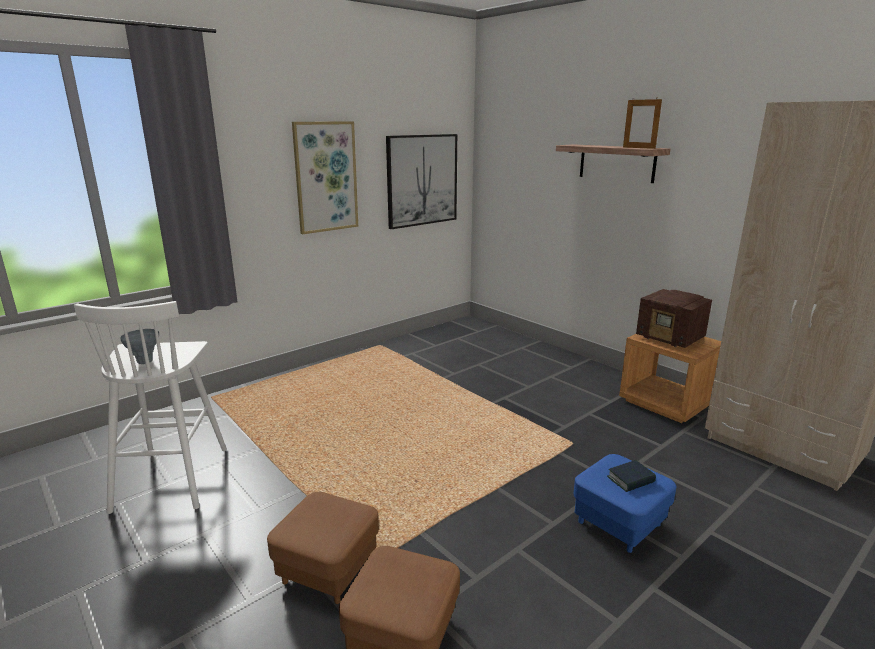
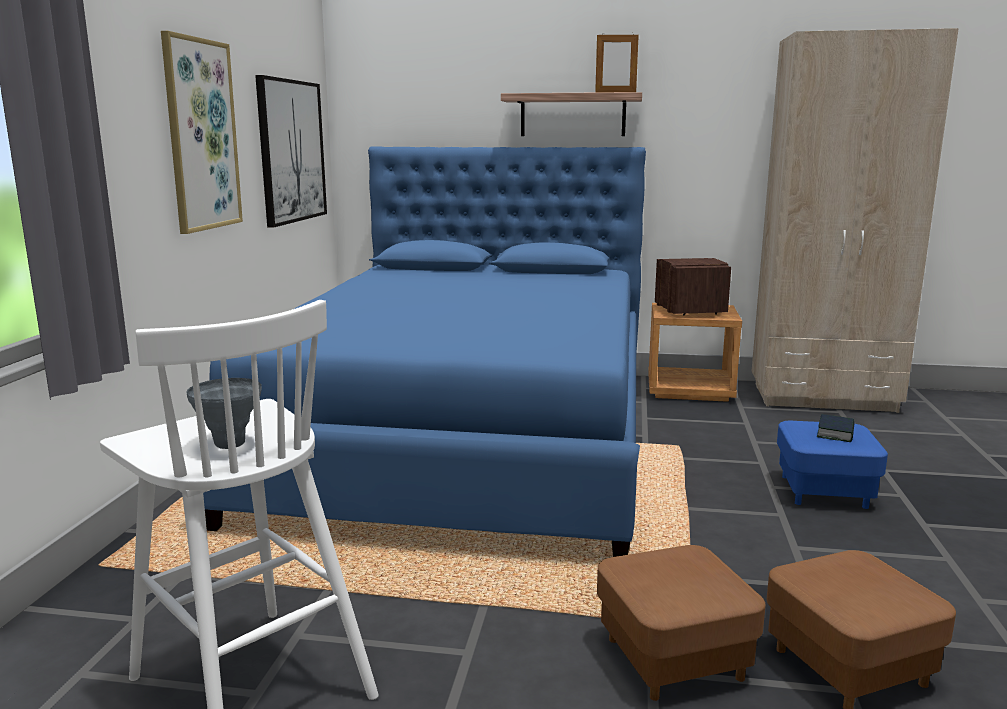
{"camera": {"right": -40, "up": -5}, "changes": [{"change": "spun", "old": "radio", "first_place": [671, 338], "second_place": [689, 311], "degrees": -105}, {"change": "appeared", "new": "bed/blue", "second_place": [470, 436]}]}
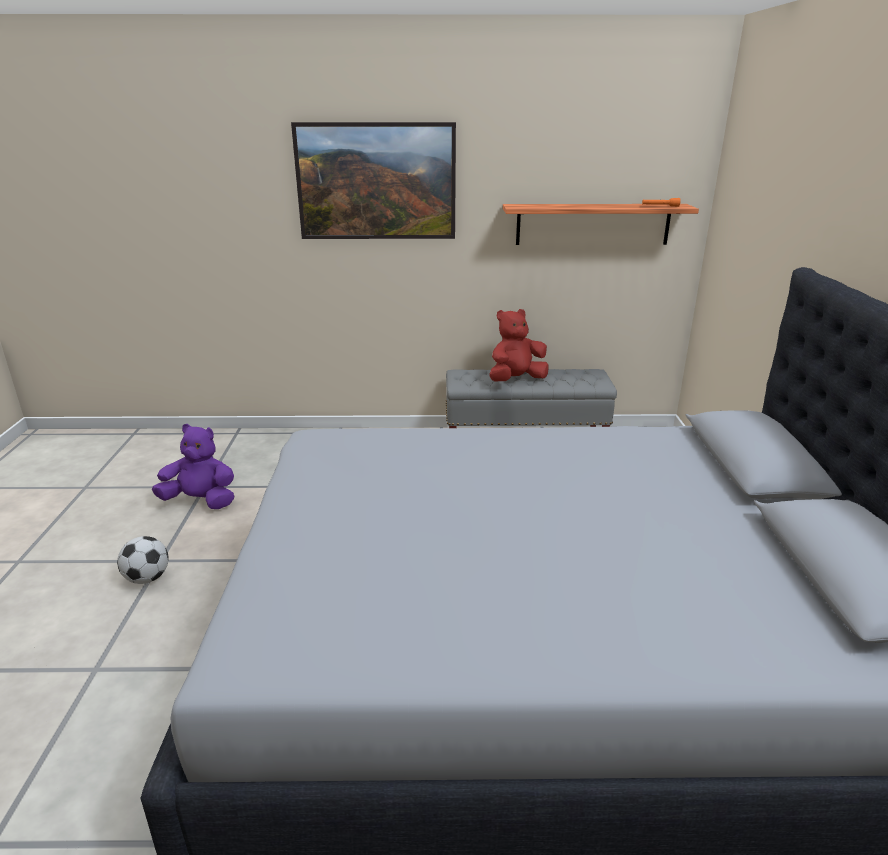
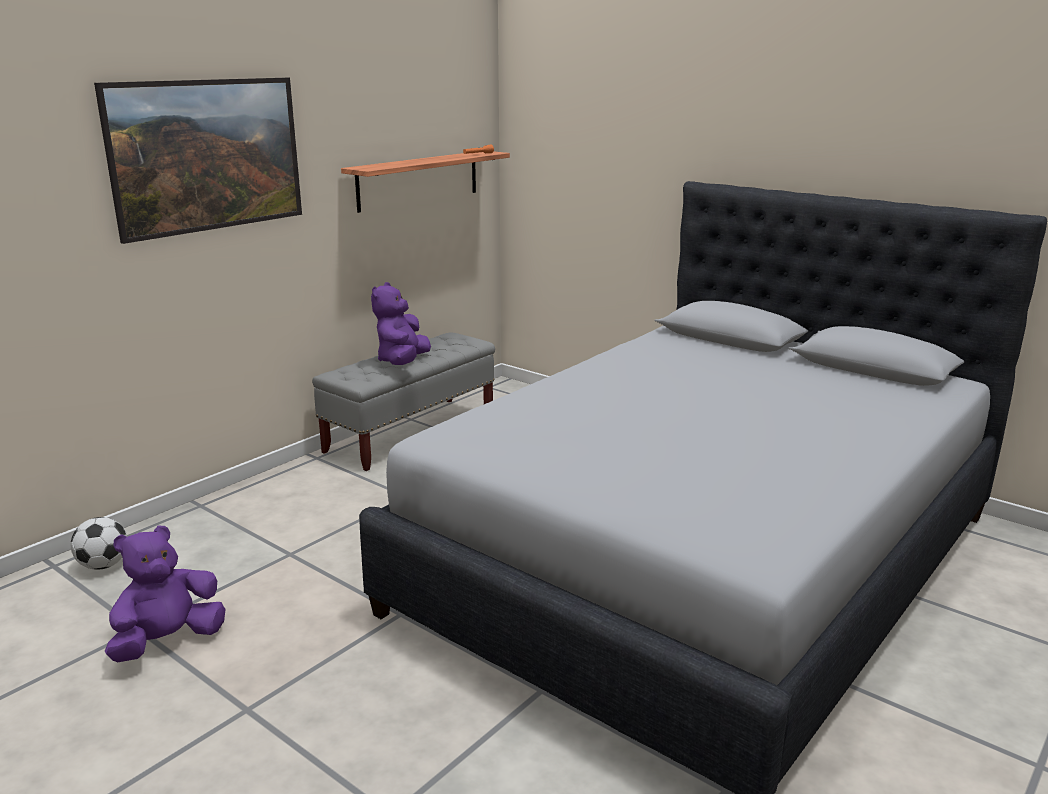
{"camera": {"right": -50, "up": -5}, "changes": [{"change": "relocated", "old": "football", "first_place": [147, 578], "second_place": [103, 565]}, {"change": "colour", "old": "plush toy/red", "new": "plush toy/purple", "first_place": [516, 380], "second_place": [402, 362]}]}
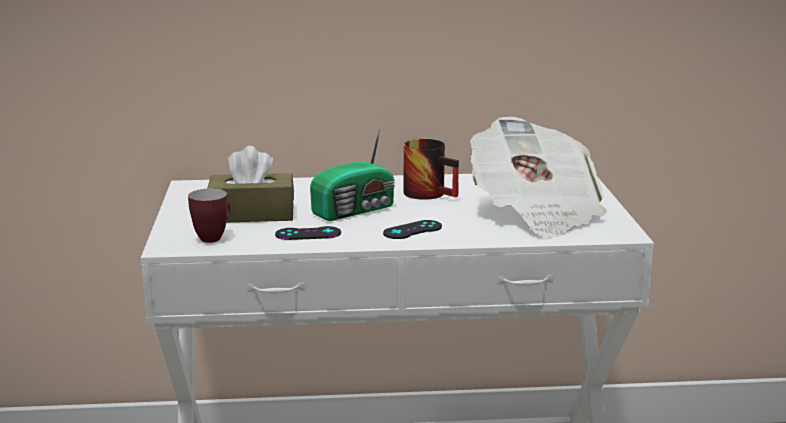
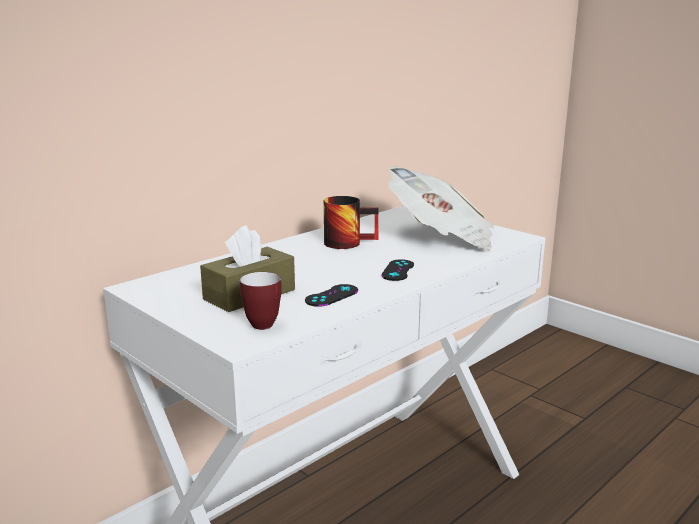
{"camera": {"right": -40, "up": 0}, "changes": [{"change": "missing", "old": "radio", "first_place": [356, 210]}]}
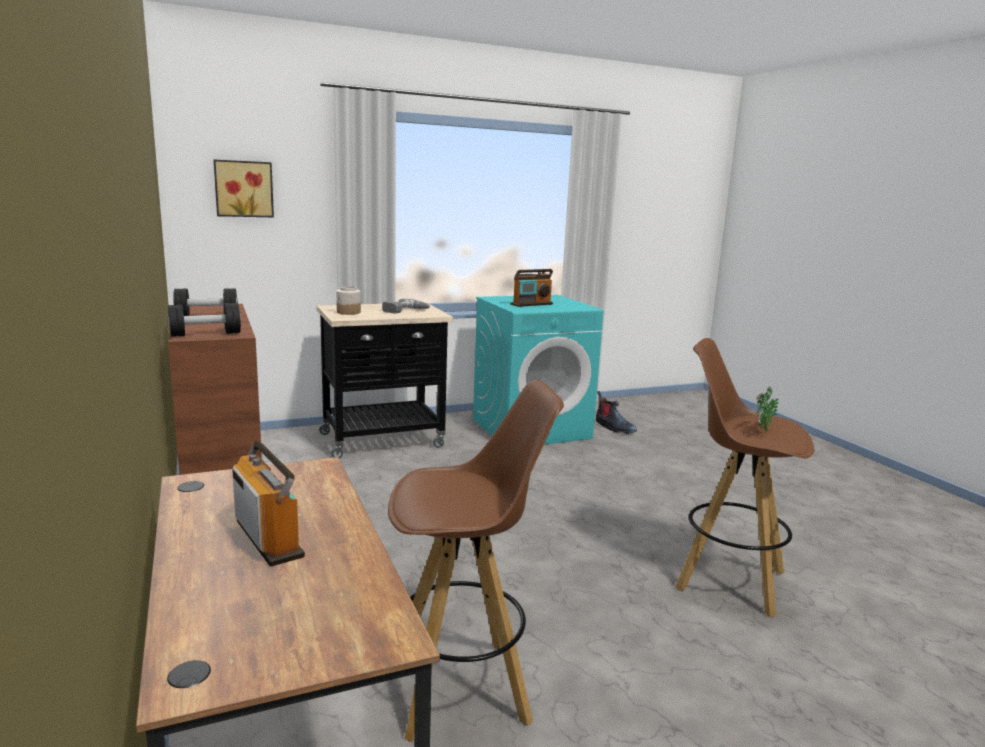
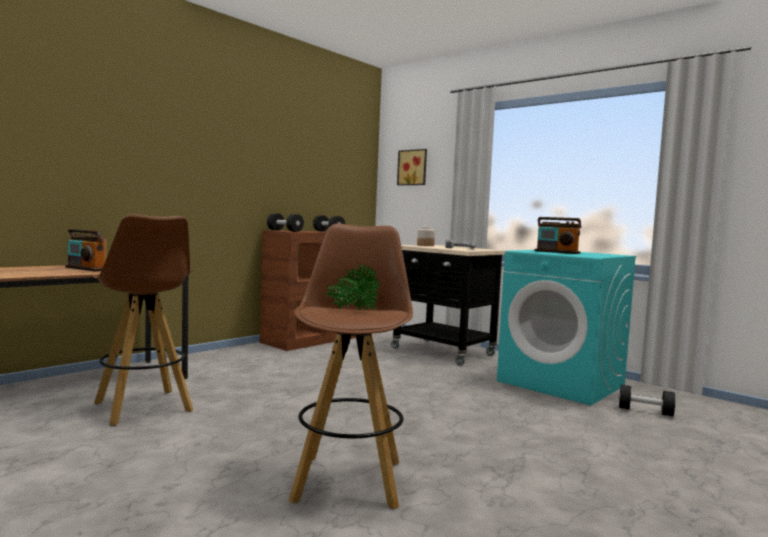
{"camera": {"right": 65, "up": -10}, "changes": [{"change": "spun", "old": "radio", "first_place": [269, 538], "second_place": [86, 269], "degrees": 90}, {"change": "exchanged", "old": "boot", "new": "dumbbell/black", "first_place": [614, 428], "second_place": [645, 411]}]}
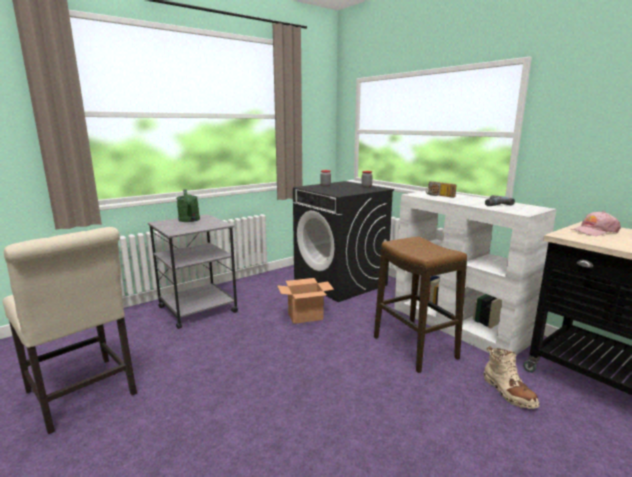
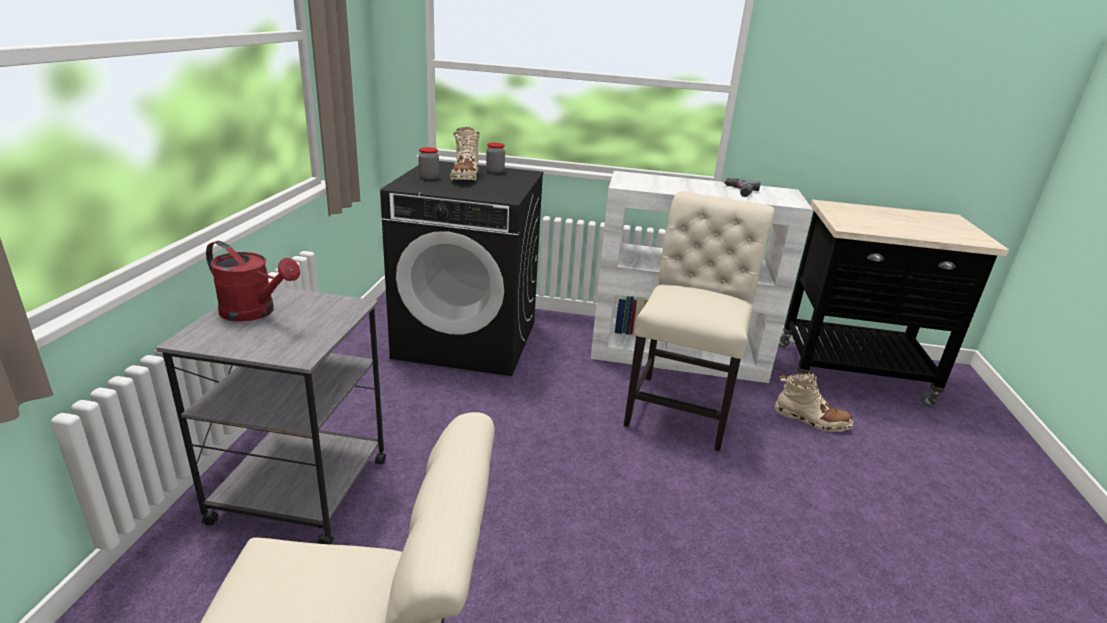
{"camera": {"right": -45, "up": 10}, "changes": [{"change": "colour", "old": "watering can/green", "new": "watering can/red", "first_place": [189, 220], "second_place": [255, 312]}, {"change": "missing", "old": "cardboard box", "first_place": [305, 316]}, {"change": "exchanged", "old": "stool", "new": "chair/beige", "first_place": [415, 348], "second_place": [682, 407]}, {"change": "missing", "old": "radio", "first_place": [438, 195]}, {"change": "missing", "old": "cap/pink", "first_place": [594, 231]}, {"change": "appeared", "new": "boot/beige", "second_place": [465, 176]}]}
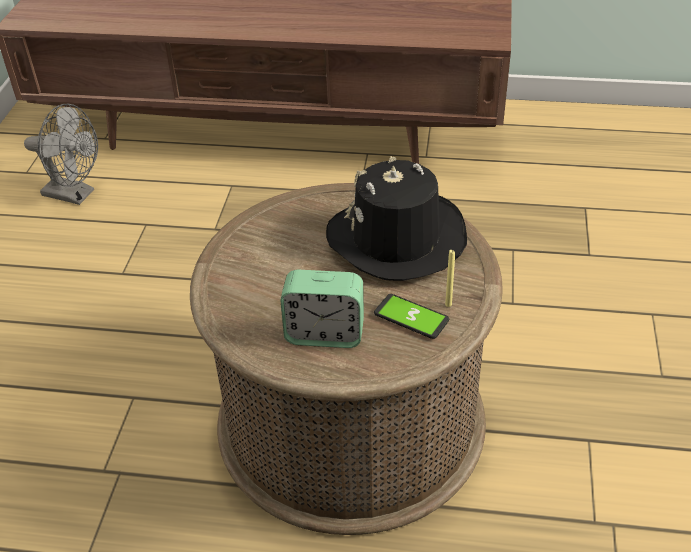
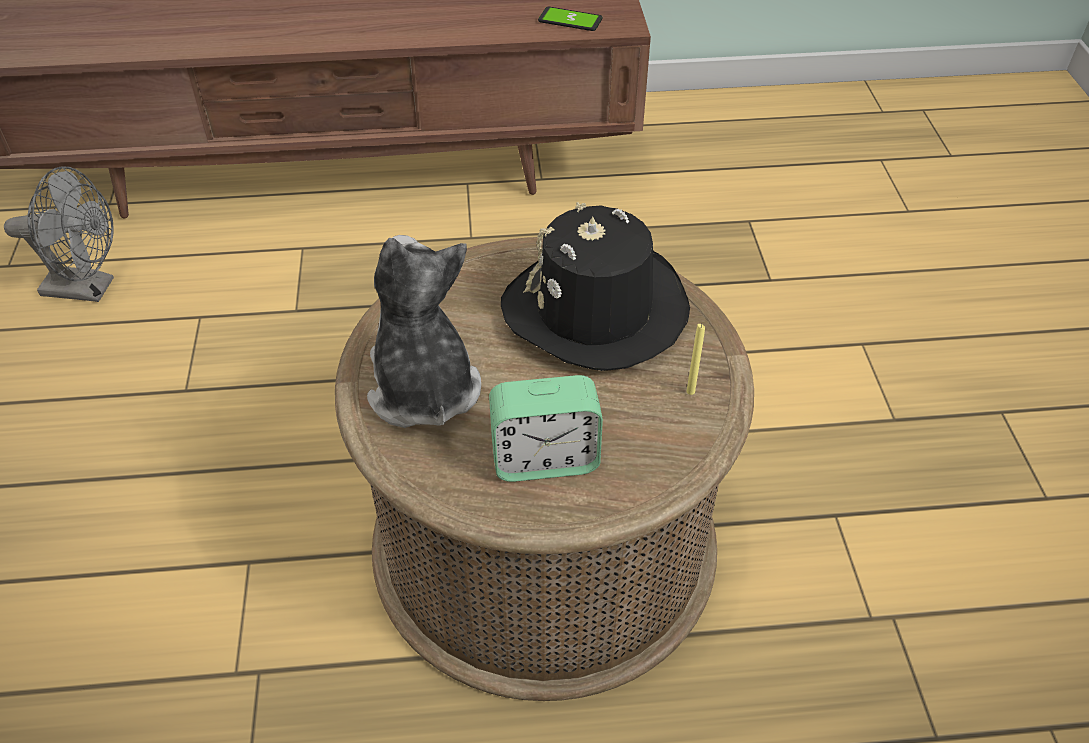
{"camera": {"right": -15, "up": 5}, "changes": [{"change": "relocated", "old": "phone", "first_place": [411, 317], "second_place": [570, 20]}, {"change": "appeared", "new": "plush toy", "second_place": [423, 387]}]}
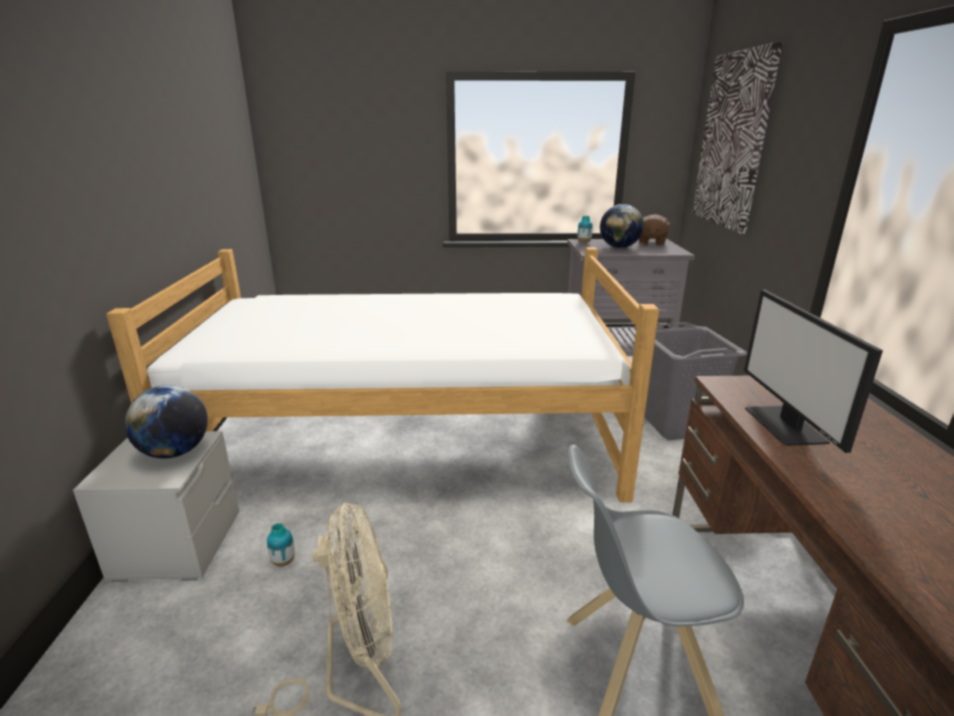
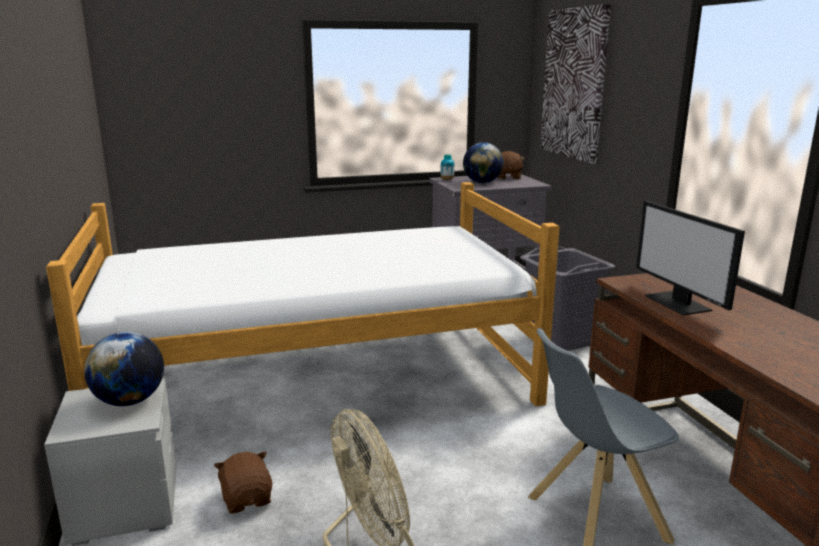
{"camera": {"right": -15, "up": -5}, "changes": [{"change": "exchanged", "old": "vase", "new": "plush toy/brown", "first_place": [283, 562], "second_place": [247, 499]}]}
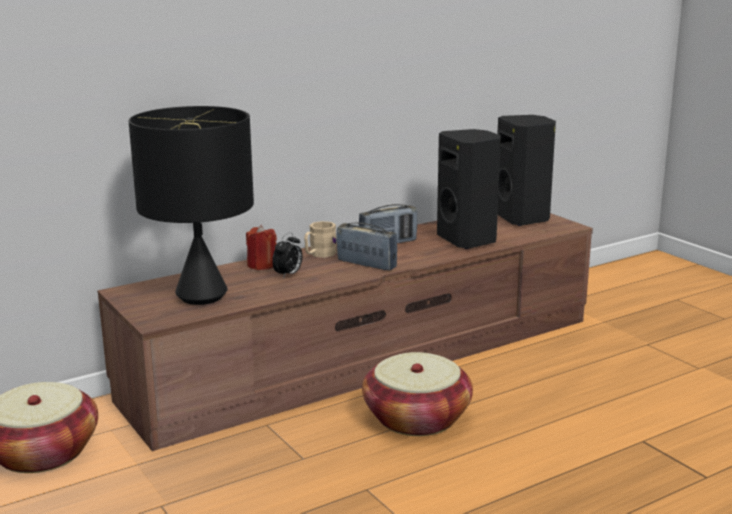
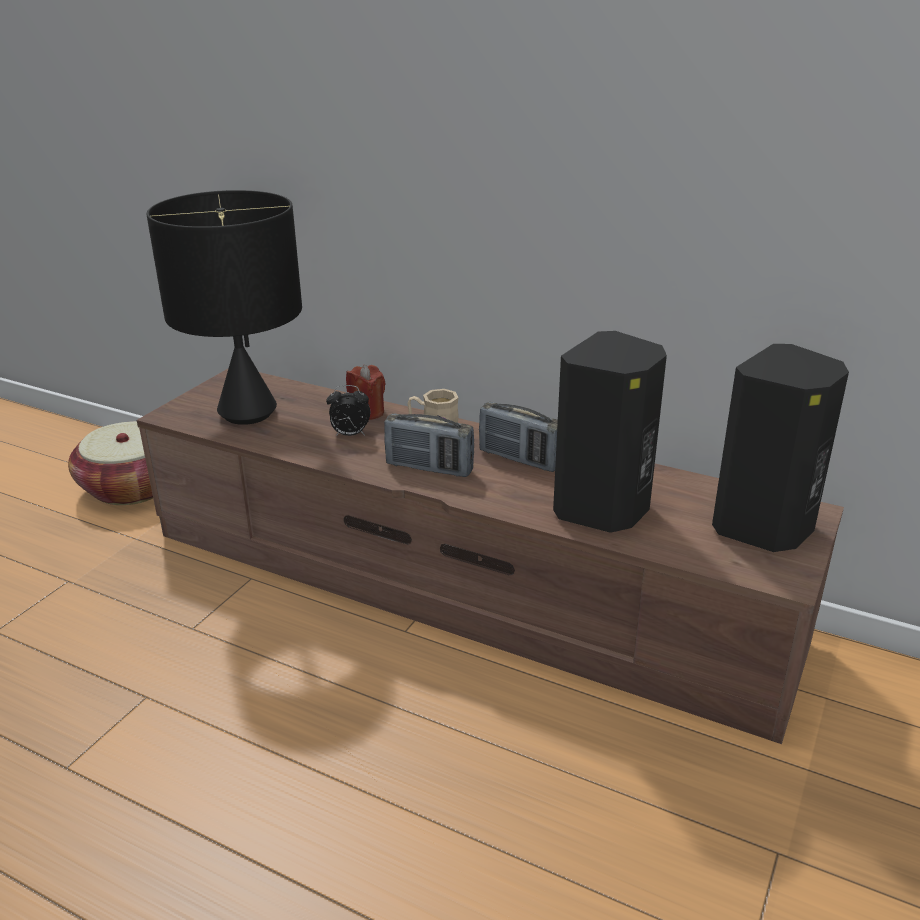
{"camera": {"right": 60, "up": 10}, "changes": [{"change": "spun", "old": "radio", "first_place": [366, 264], "second_place": [429, 468], "degrees": 105}, {"change": "missing", "old": "basket", "first_place": [417, 418]}]}
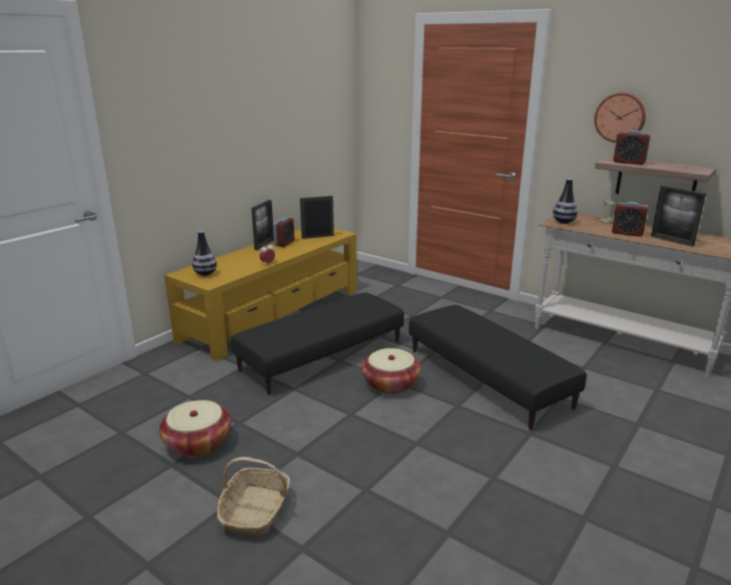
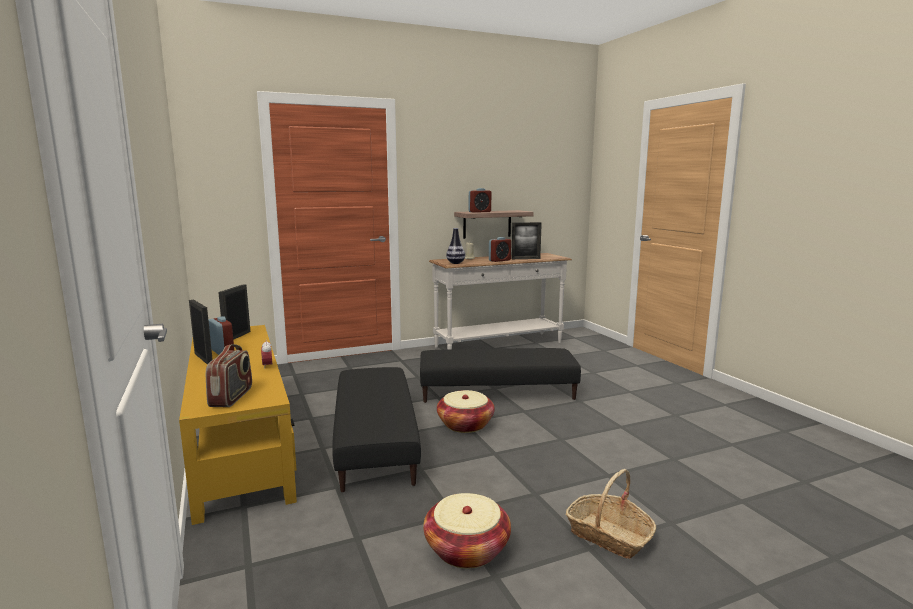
{"camera": {"right": -60, "up": -10}, "changes": [{"change": "exchanged", "old": "vase", "new": "radio", "first_place": [205, 274], "second_place": [232, 397]}, {"change": "missing", "old": "wall clock", "first_place": [620, 117]}]}
